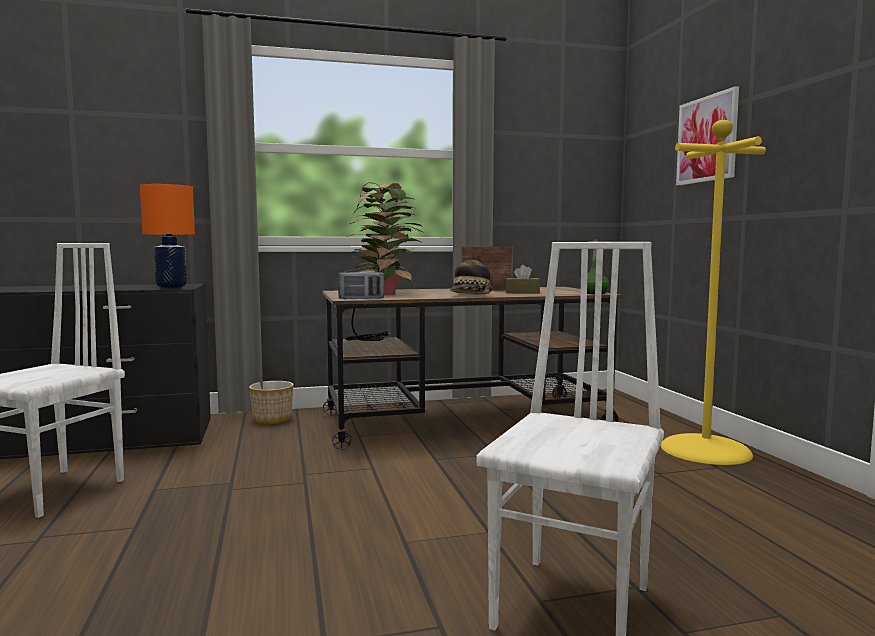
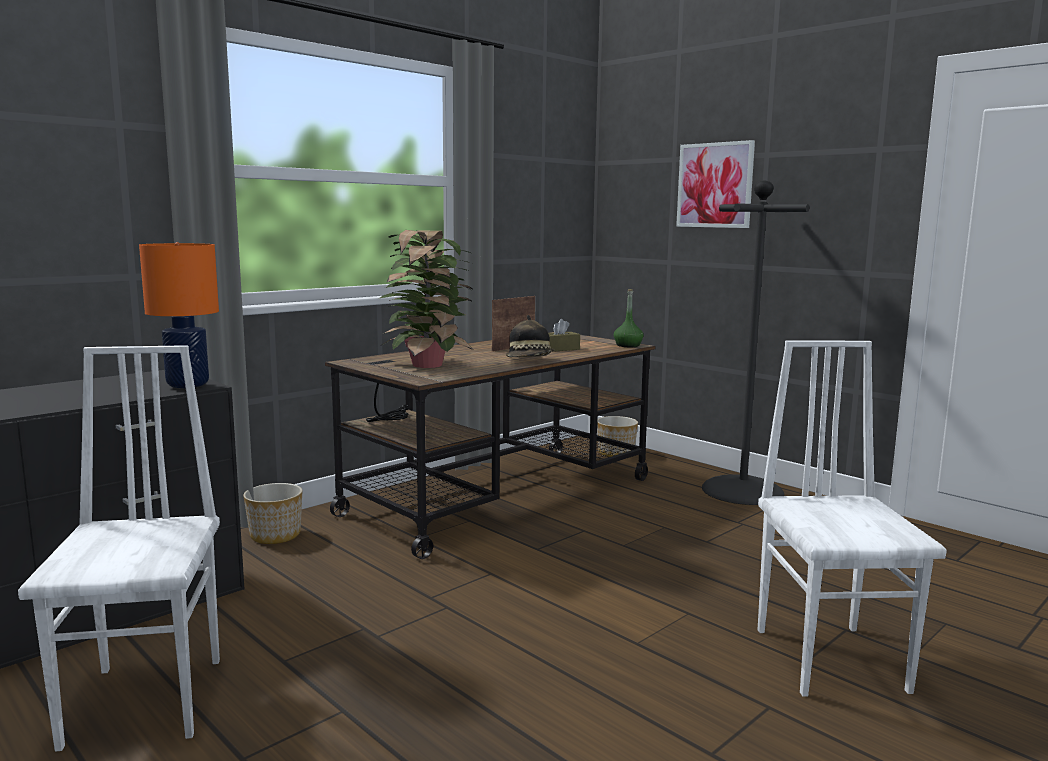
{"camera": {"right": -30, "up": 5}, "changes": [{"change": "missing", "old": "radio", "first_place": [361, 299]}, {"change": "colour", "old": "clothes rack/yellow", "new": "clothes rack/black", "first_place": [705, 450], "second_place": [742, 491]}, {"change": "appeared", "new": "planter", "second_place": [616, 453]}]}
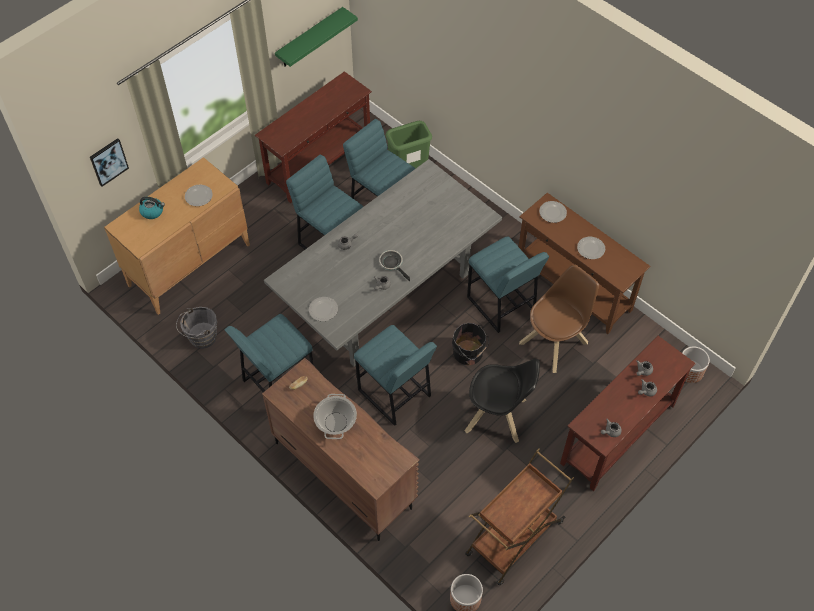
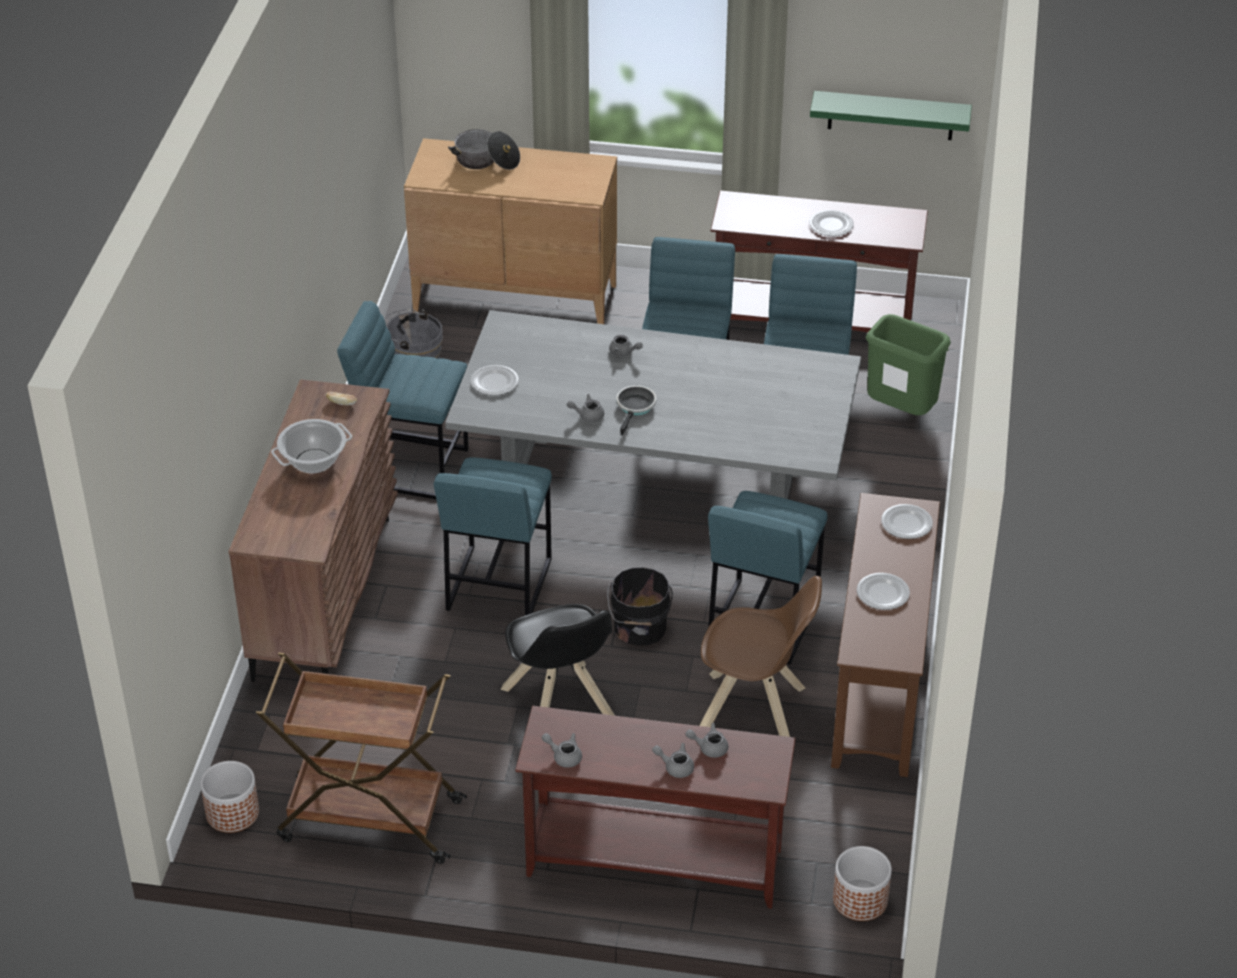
{"camera": {"right": 55, "up": -15}, "changes": [{"change": "missing", "old": "picture", "first_place": [108, 161]}, {"change": "exchanged", "old": "kettle", "new": "cooking pot", "first_place": [152, 211], "second_place": [486, 161]}, {"change": "relocated", "old": "plate", "first_place": [199, 196], "second_place": [831, 225]}]}
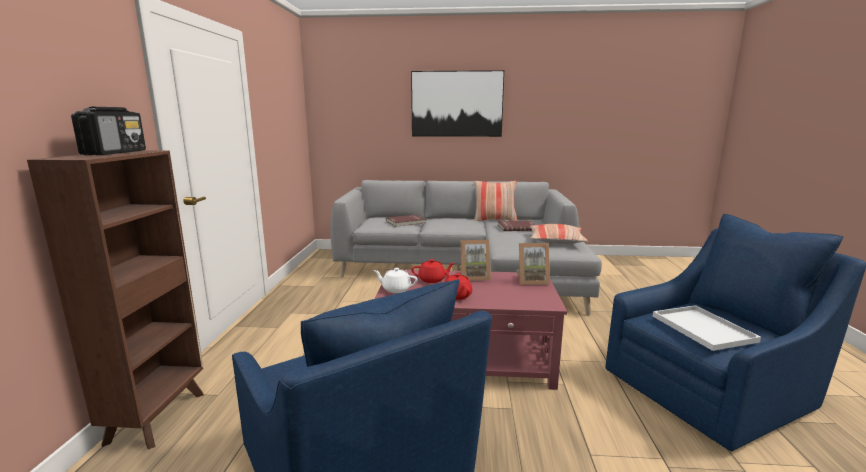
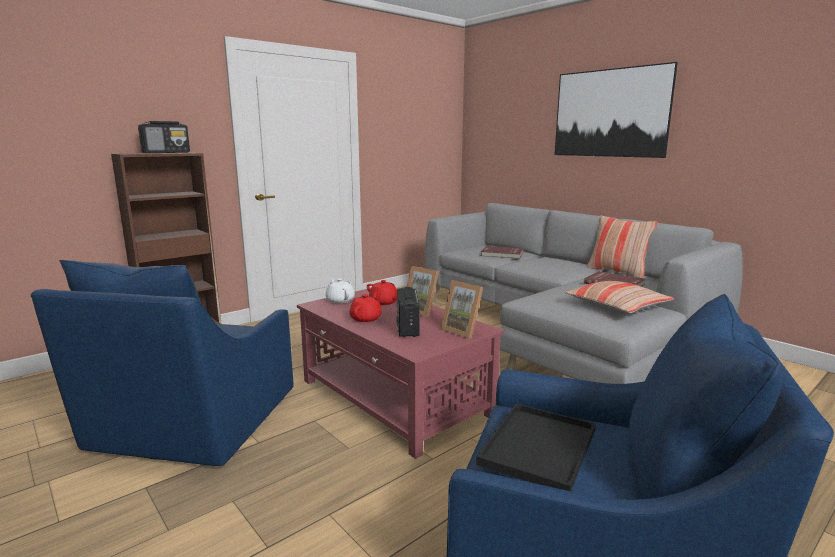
{"camera": {"right": 45, "up": 0}, "changes": [{"change": "colour", "old": "tray/white", "new": "tray/black", "first_place": [700, 327], "second_place": [538, 445]}, {"change": "appeared", "new": "radio", "second_place": [407, 328]}]}
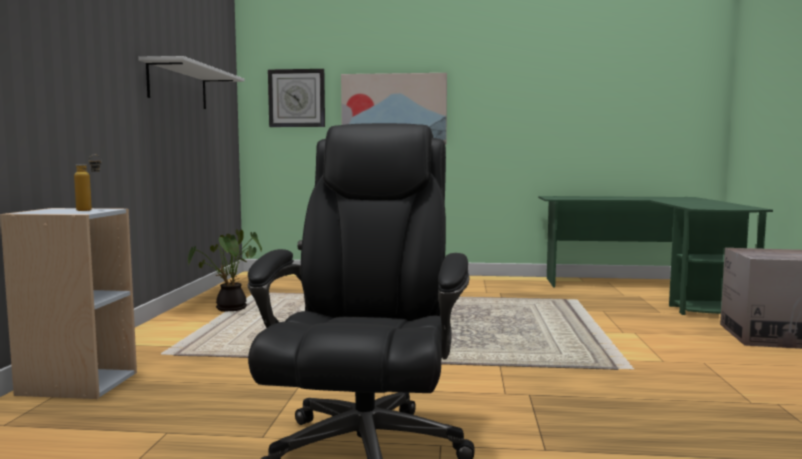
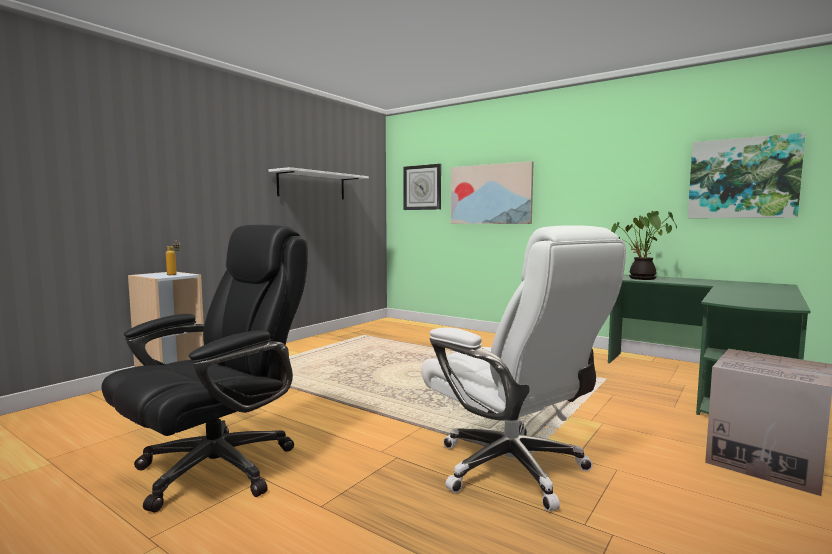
{"camera": {"right": 30, "up": 0}, "changes": [{"change": "relocated", "old": "potted plant", "first_place": [229, 309], "second_place": [640, 278]}, {"change": "appeared", "new": "office chair/white", "second_place": [511, 468]}, {"change": "appeared", "new": "picture", "second_place": [742, 178]}]}
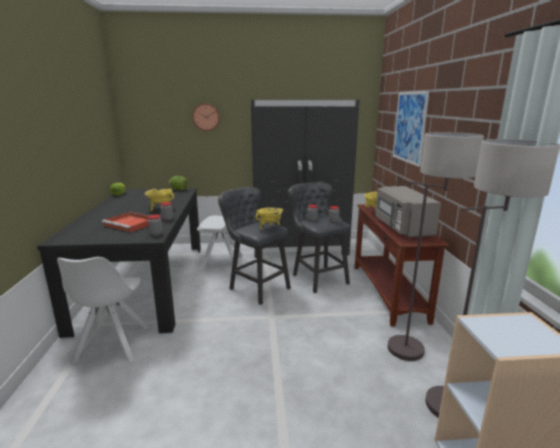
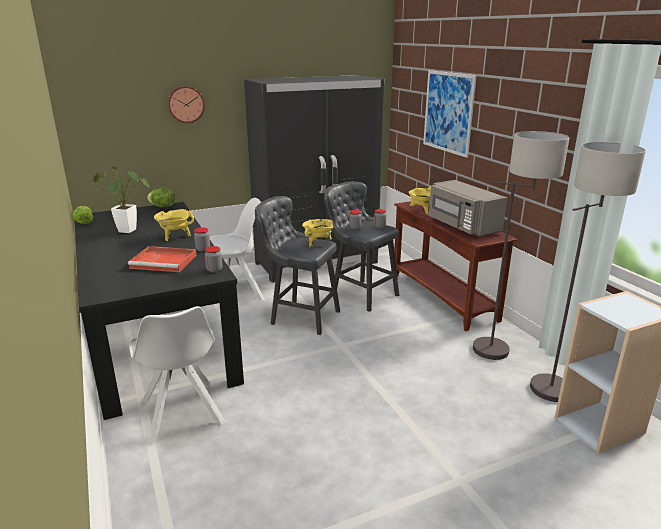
{"camera": {"right": -20, "up": 5}, "changes": [{"change": "appeared", "new": "potted plant", "second_place": [124, 230]}]}
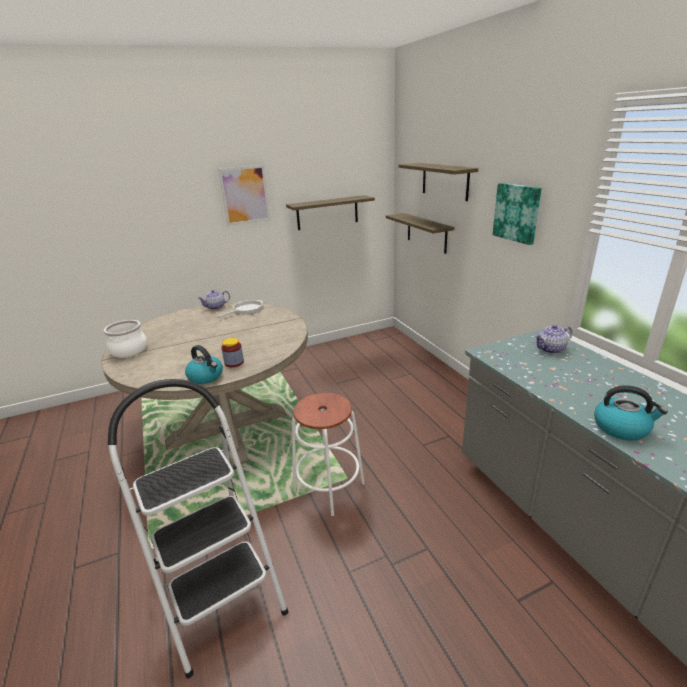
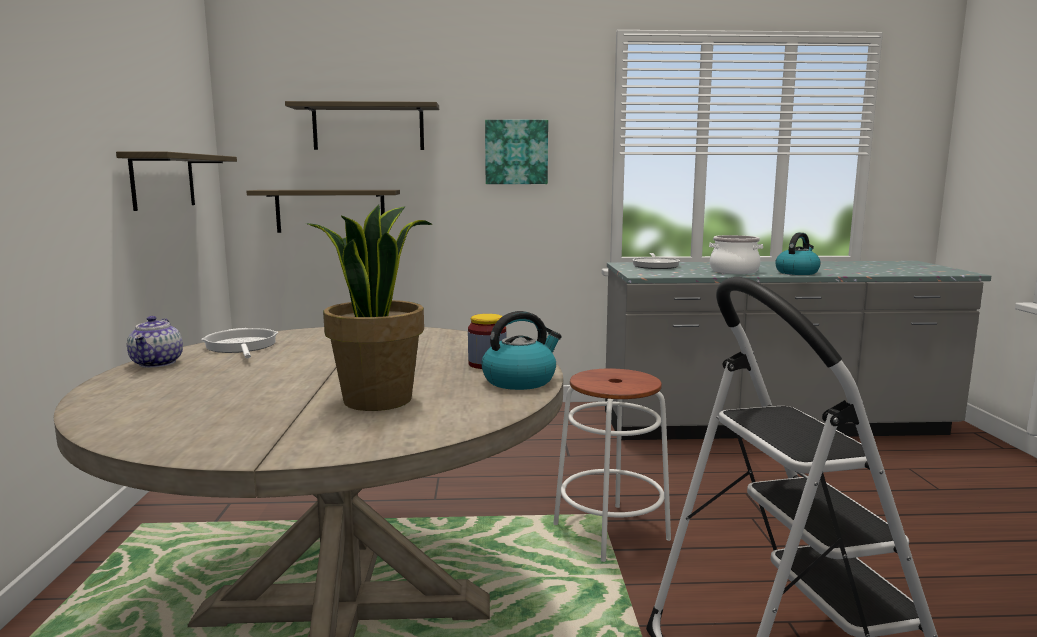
{"camera": {"right": -70, "up": -15}, "changes": [{"change": "relocated", "old": "cooking pot", "first_place": [128, 350], "second_place": [734, 271]}, {"change": "missing", "old": "picture", "first_place": [245, 195]}, {"change": "exchanged", "old": "teapot", "new": "frying pan", "first_place": [551, 349], "second_place": [655, 266]}, {"change": "appeared", "new": "potted plant", "second_place": [377, 399]}]}
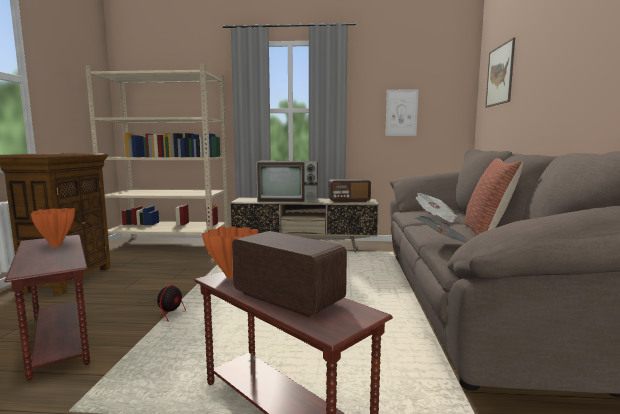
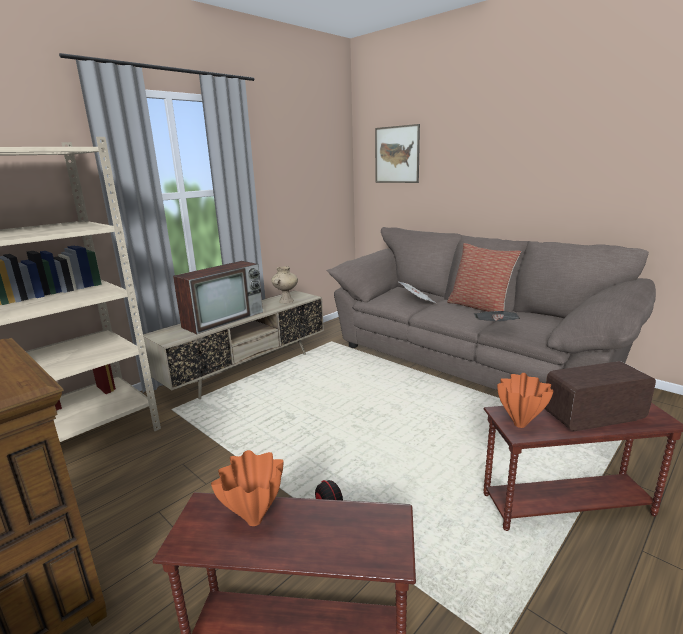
{"camera": {"right": -50, "up": 10}, "changes": [{"change": "exchanged", "old": "radio", "new": "vase/beige", "first_place": [349, 201], "second_place": [286, 301]}, {"change": "missing", "old": "picture", "first_place": [401, 112]}]}
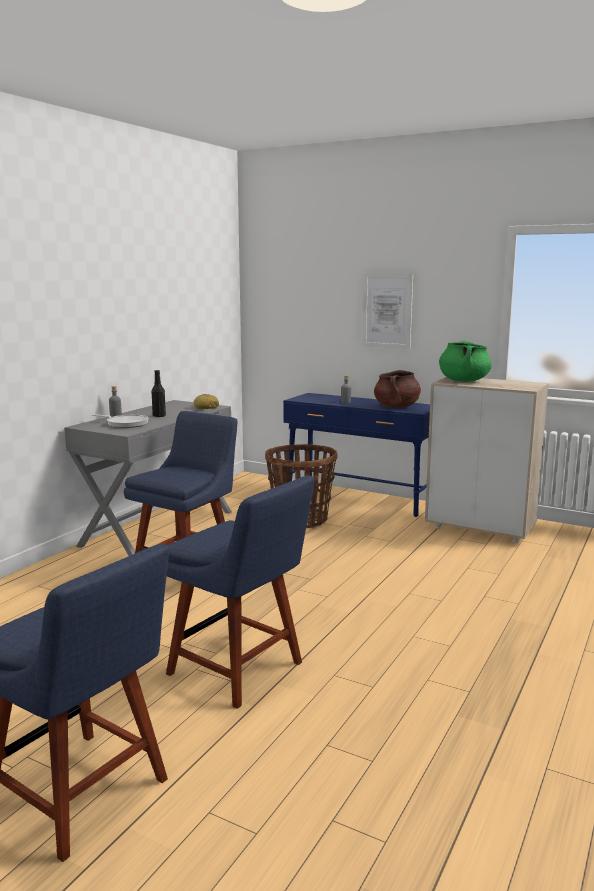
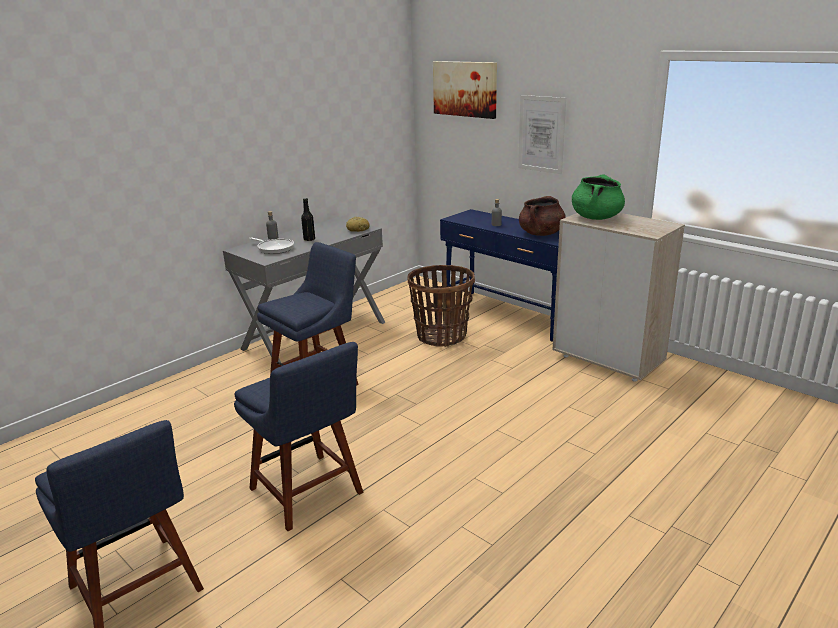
{"camera": {"right": 15, "up": 10}, "changes": [{"change": "appeared", "new": "picture", "second_place": [465, 89]}]}
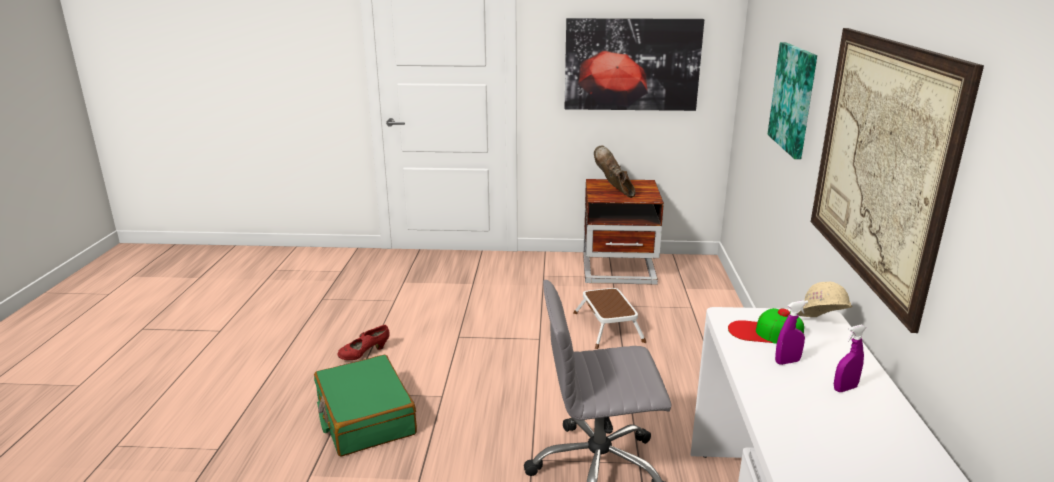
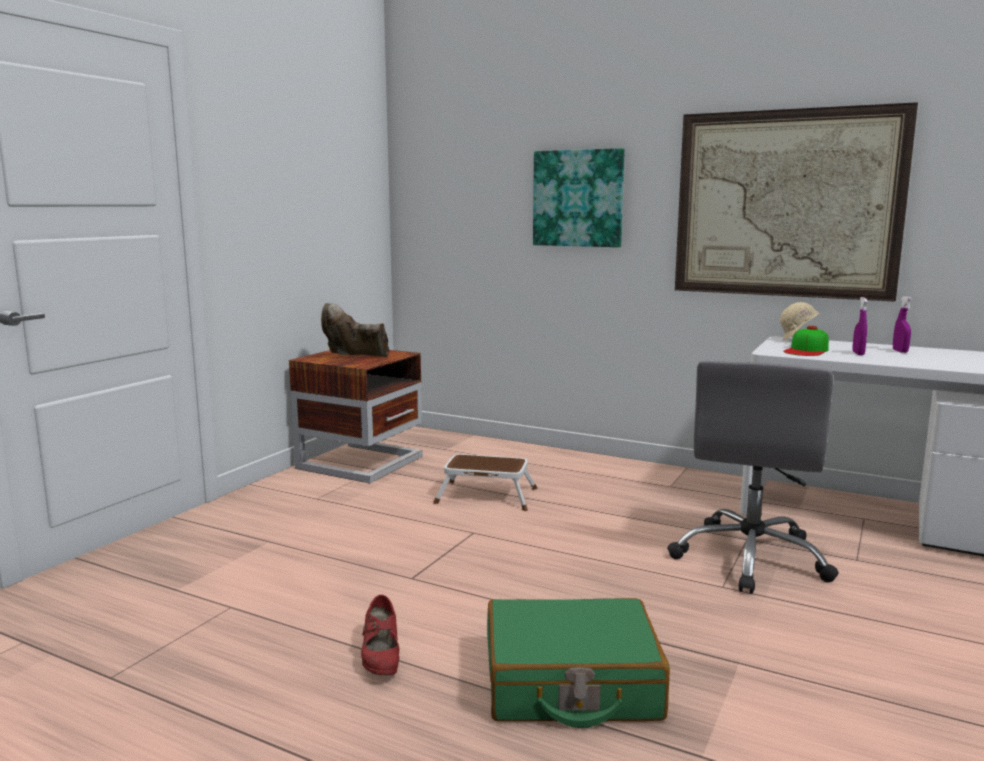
{"camera": {"right": -65, "up": -10}, "changes": [{"change": "missing", "old": "picture", "first_place": [632, 64]}]}
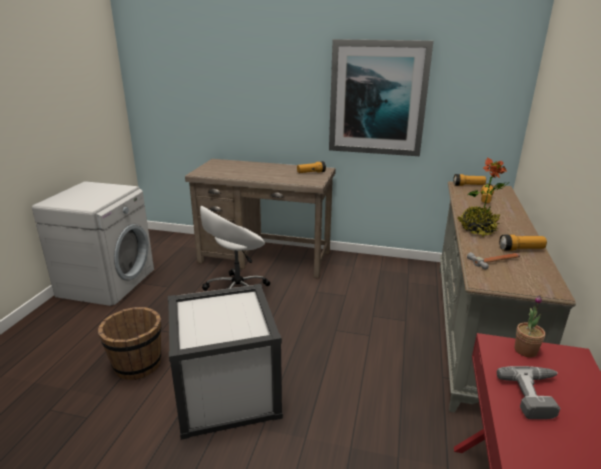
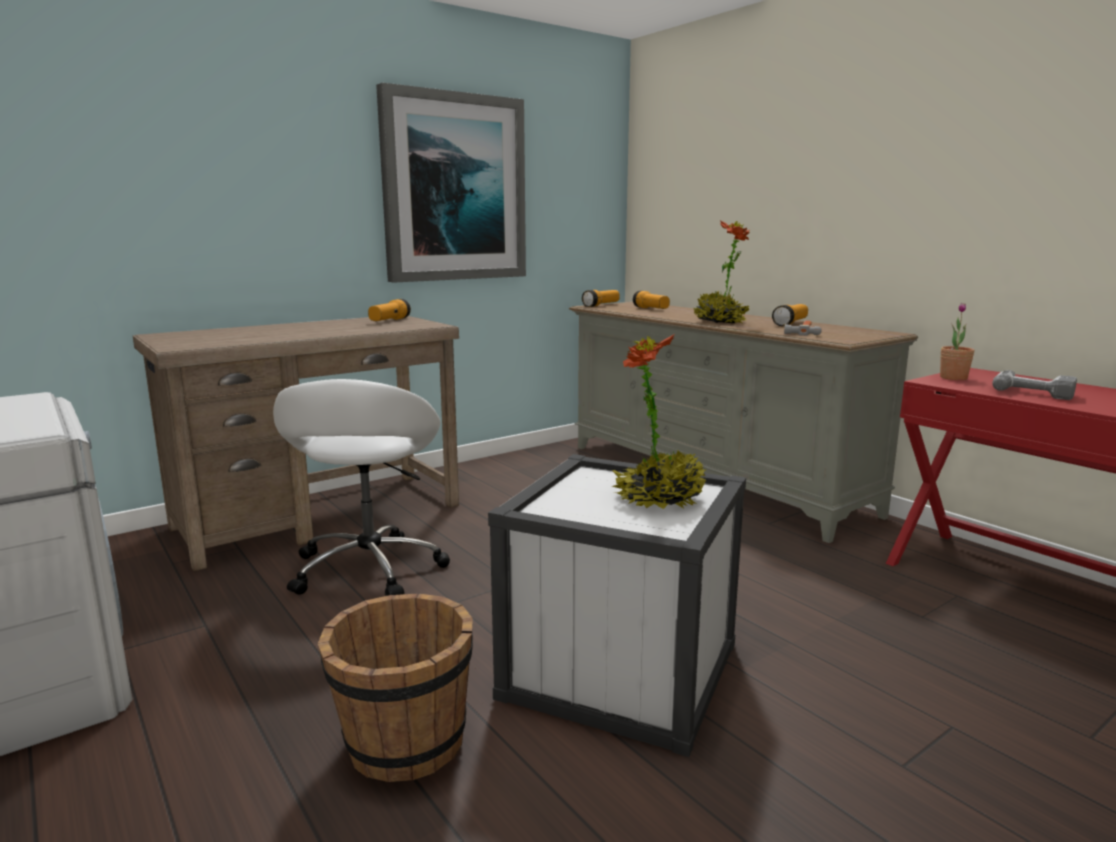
{"camera": {"right": -50, "up": -10}, "changes": [{"change": "appeared", "new": "potted plant", "second_place": [659, 499]}]}
